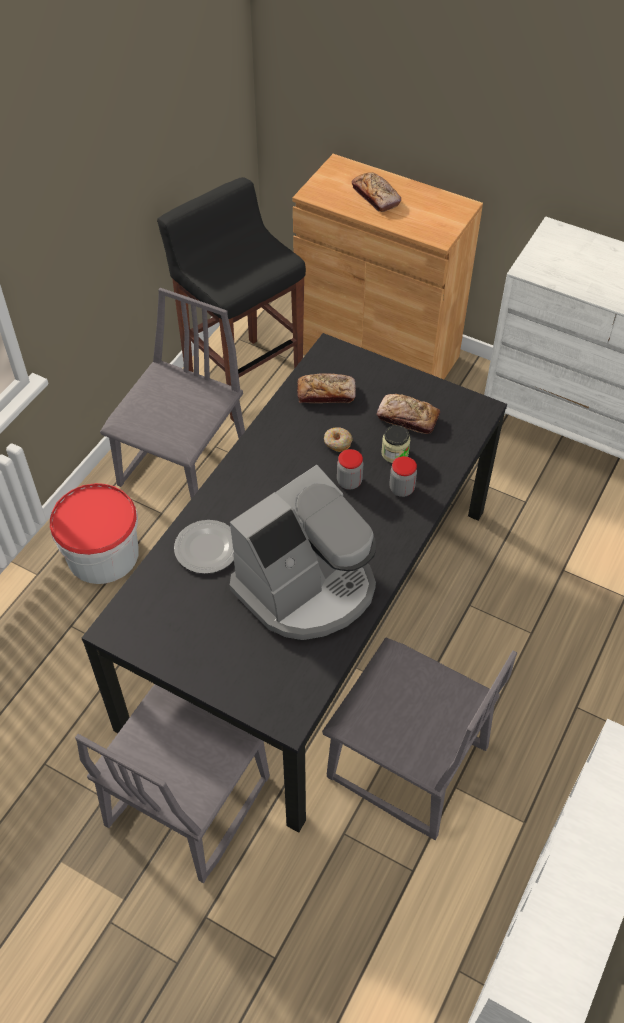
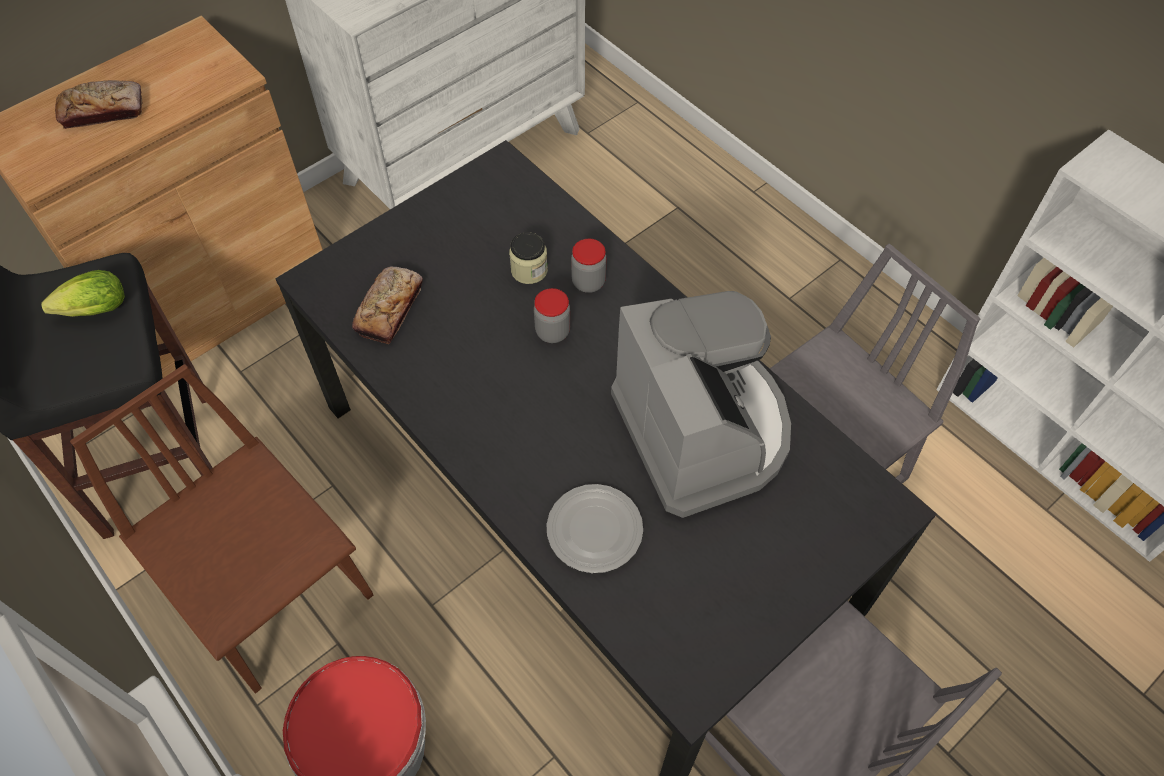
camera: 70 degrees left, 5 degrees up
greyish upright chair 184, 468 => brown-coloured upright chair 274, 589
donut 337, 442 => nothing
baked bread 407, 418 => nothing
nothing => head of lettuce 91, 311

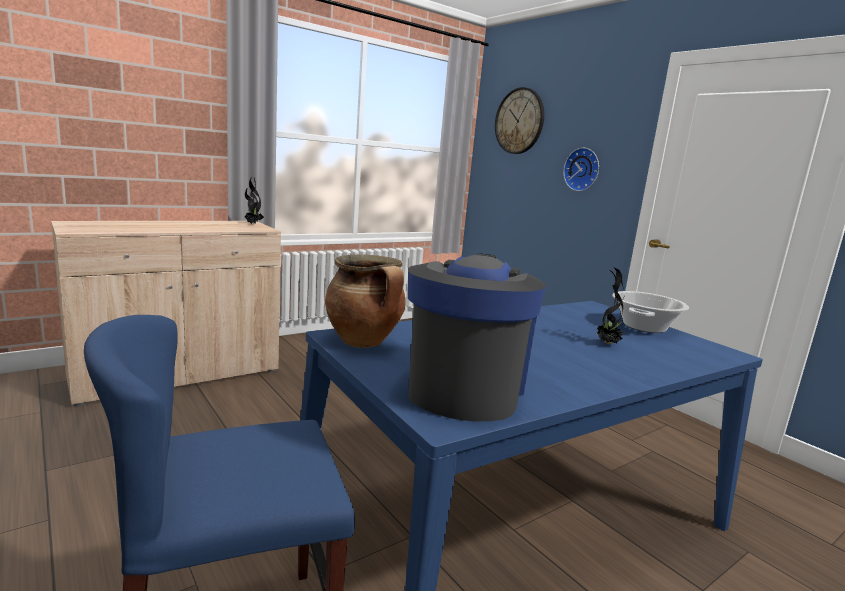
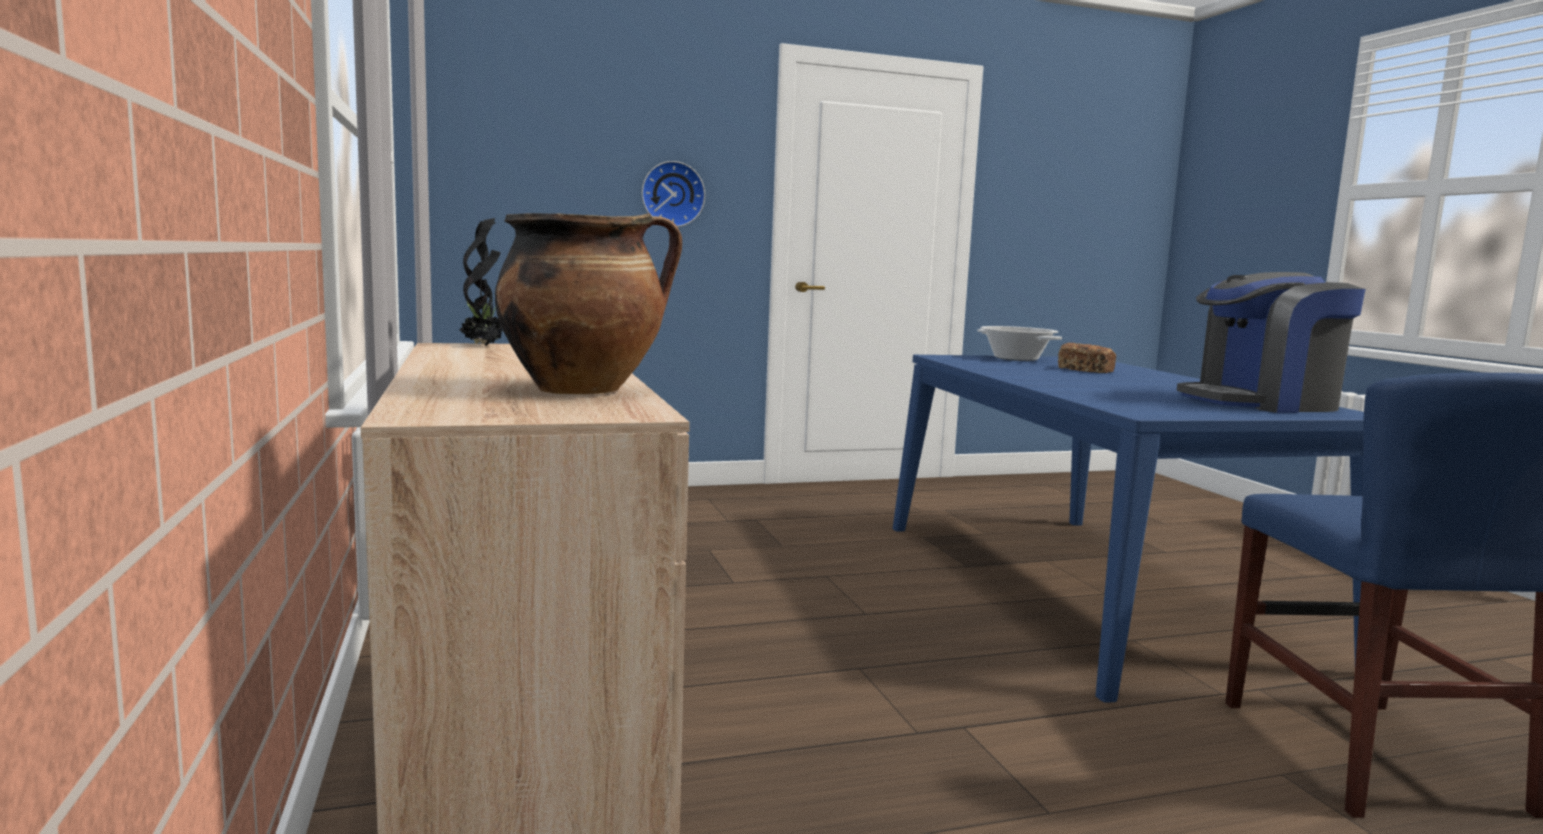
camera: 70 degrees left, 5 degrees down
saucepot 365, 342 => saucepot 585, 389, move
coffee brewer 465, 387 => coffee brewer 1261, 403, 45 degrees counterclockwise
wall clock 519, 121 => nothing
potted plant 606, 343 => baked bread 1085, 370

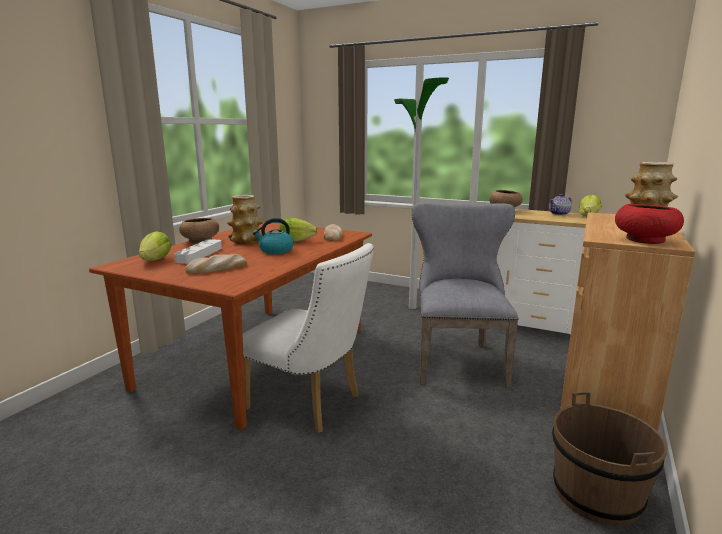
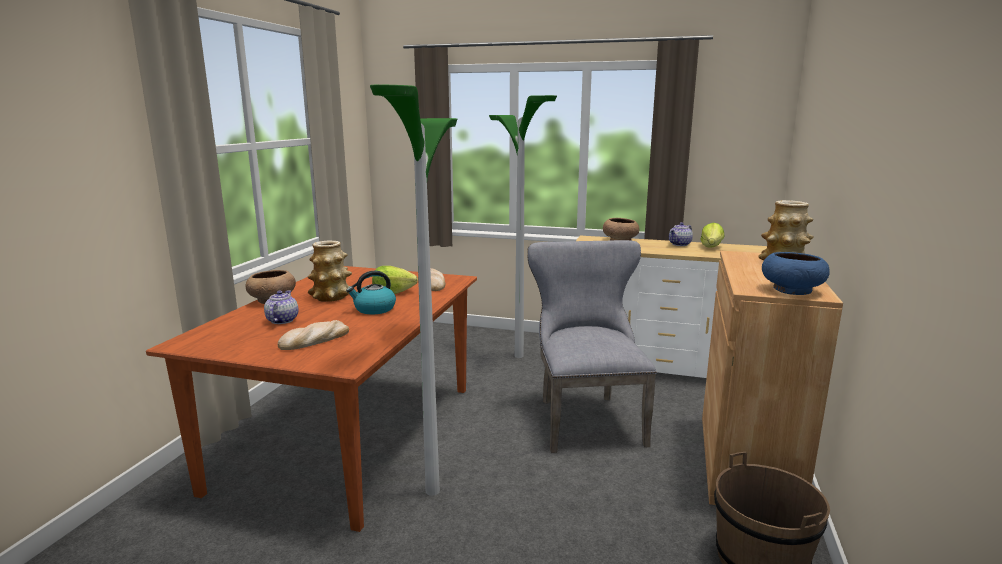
camera: 10 degrees left, 0 degrees up
head of lettuce 155, 260 => nothing
white carrying tray 199, 254 => tea pot 282, 320
white upright chair 310, 405 => standard lamp 433, 491
red bowl 644, 240 => blue-coloured bowl 791, 290

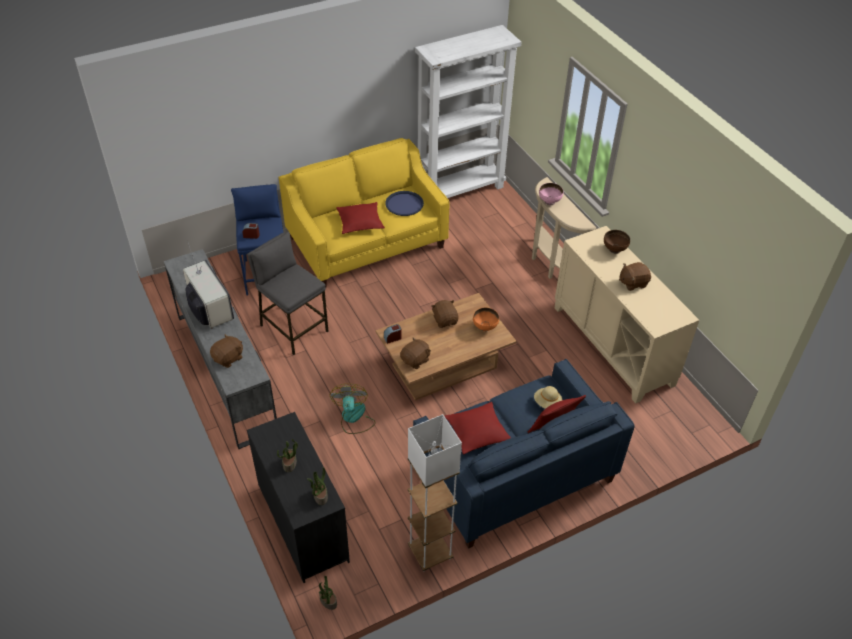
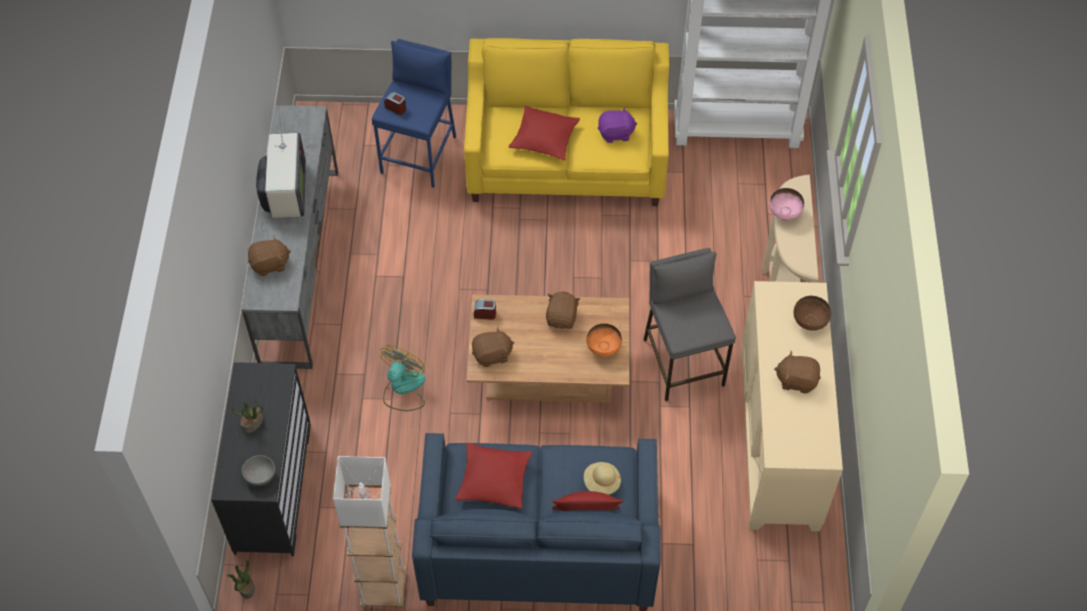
camera: 30 degrees right, 10 degrees up
greyish stool 293, 328 => greyish stool 683, 362, move
potted plant 320, 496 => greyish bowl 260, 475
blue-coloured carrying tray 404, 204 => purplish cuddly toy 616, 133

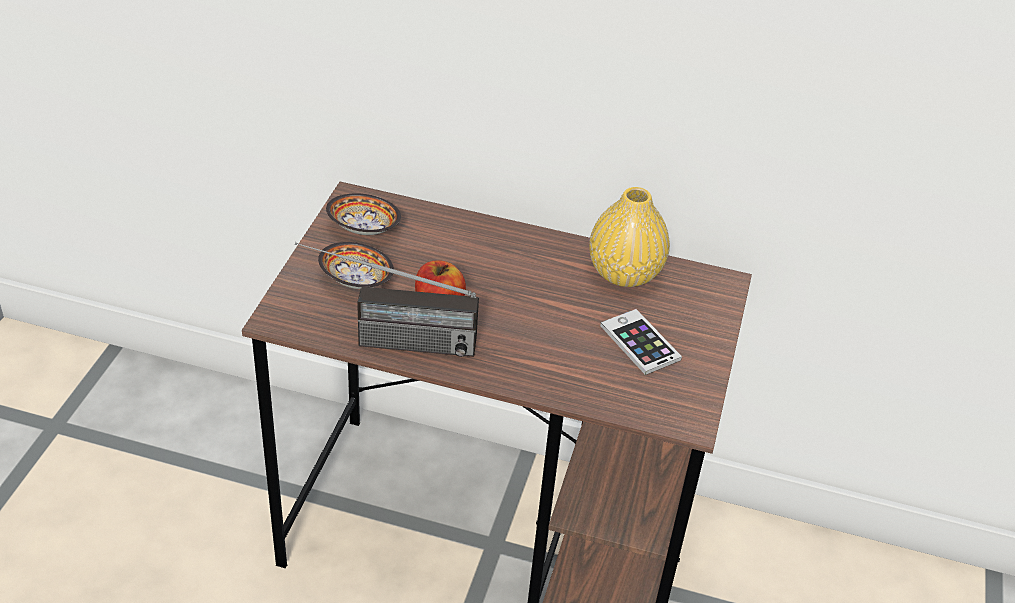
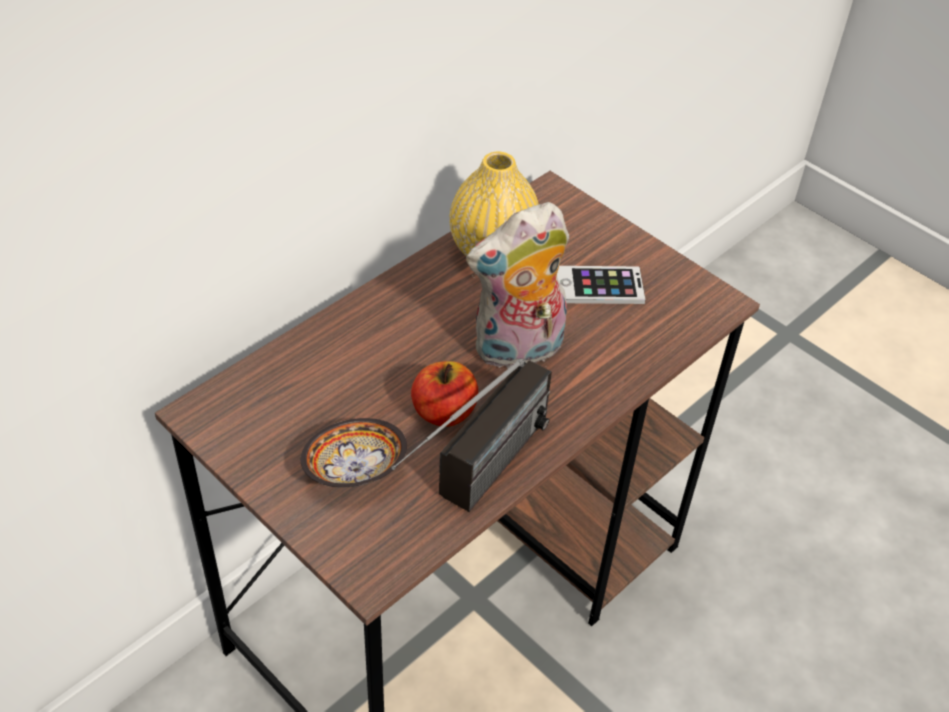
camera: 60 degrees left, 5 degrees up
bowl 363, 229 => nothing
nothing => cuddly toy 518, 351

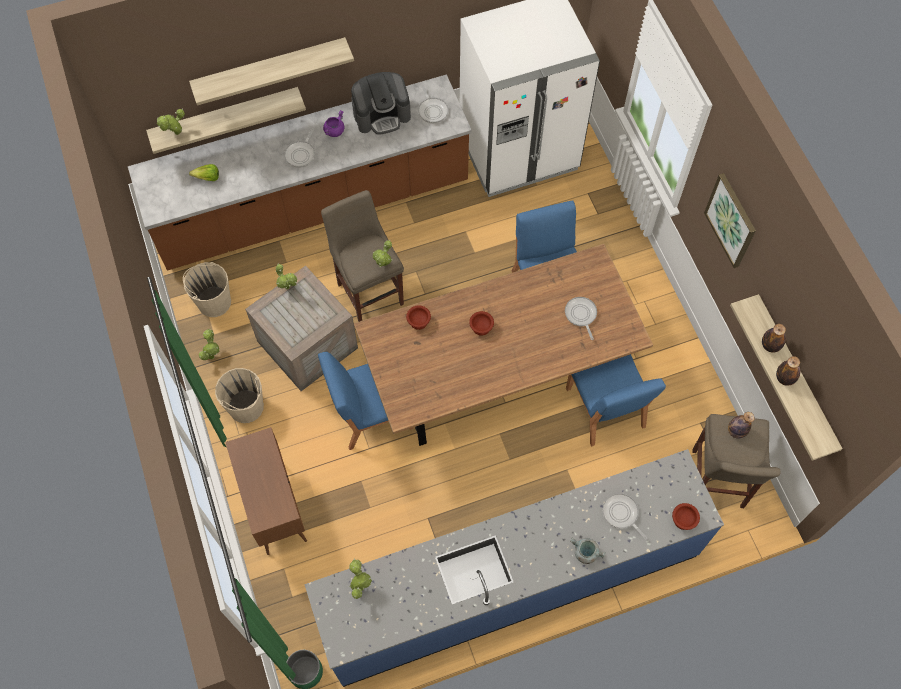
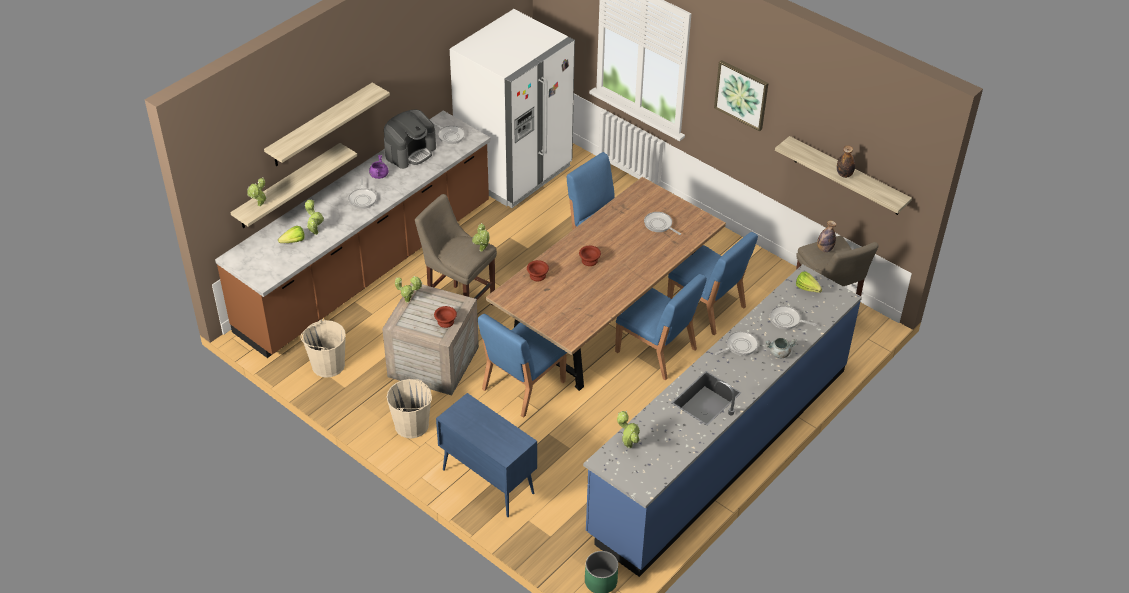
camera: 30 degrees left, 20 degrees down
potted plant 212, 355 => potted plant 315, 232, move
brown-coloured cabinet 274, 505 => blue-coloured cabinet 487, 481
brown-coloured bowl 684, 520 => brown-coloured bowl 446, 321, move
beverage bottle 770, 346 => nothing
nothing => blue-coloured upright chair 656, 351
nothing => frying pan 739, 346
nothing => head of lettuce 808, 290

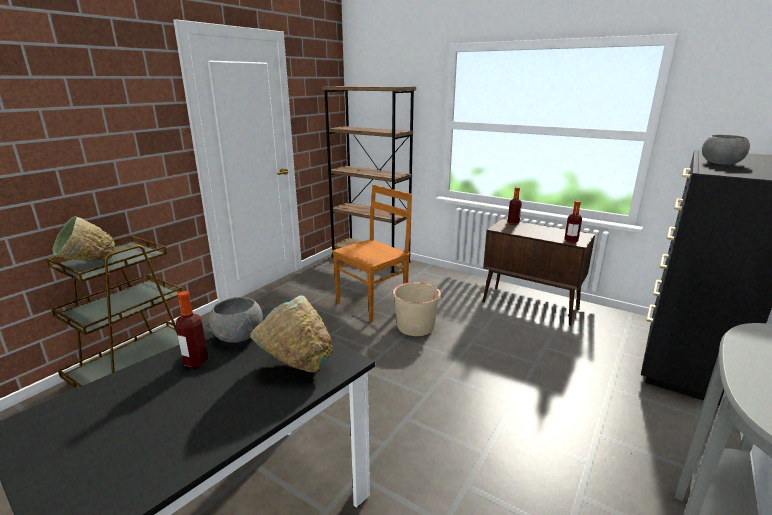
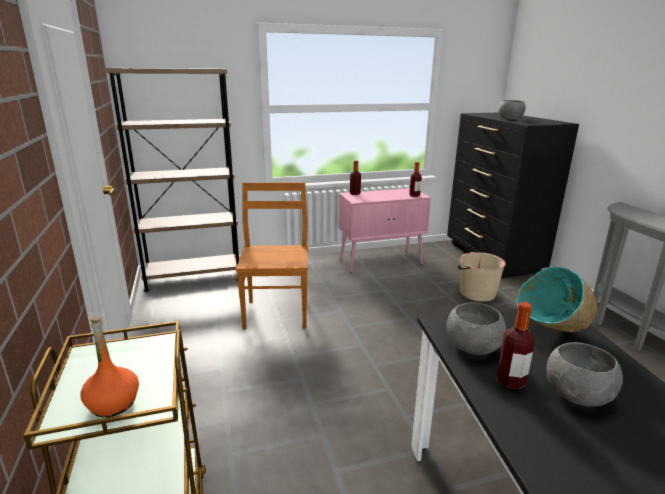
camera: 50 degrees left, 0 degrees up
greenish bowl 87, 266 => orangey beverage bottle 114, 404
beige bucket 415, 326 => beige bucket 476, 293, move
brown-coloured cabinet 531, 306 => pinkish cabinet 381, 261
nothing => greyish bowl 578, 394

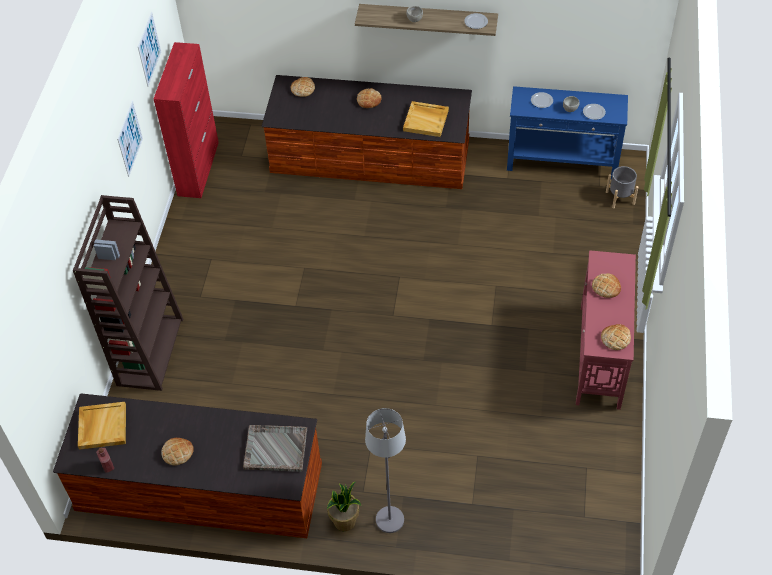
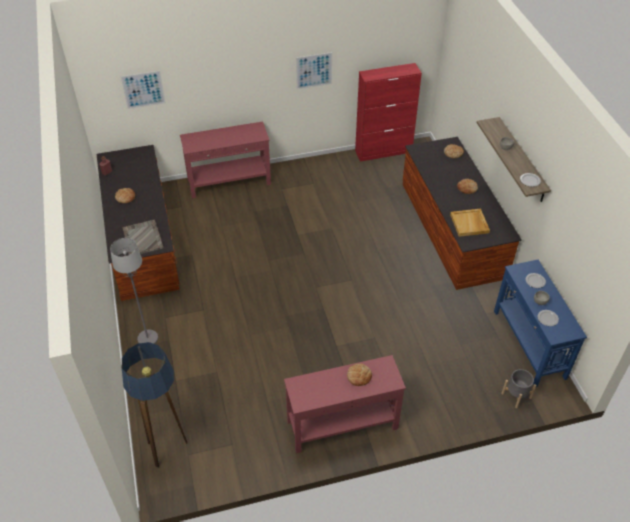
camera: 65 degrees right, 5 degrees down
brown-coloured shelving unit 149, 351 => red hall table 229, 182
beige carrying tray 102, 426 => nothing
wall art 149, 49 => wall art 143, 89, move
potted plant 345, 521 => nothing
baked bread 615, 338 => nothing
nothing => standard lamp 168, 448

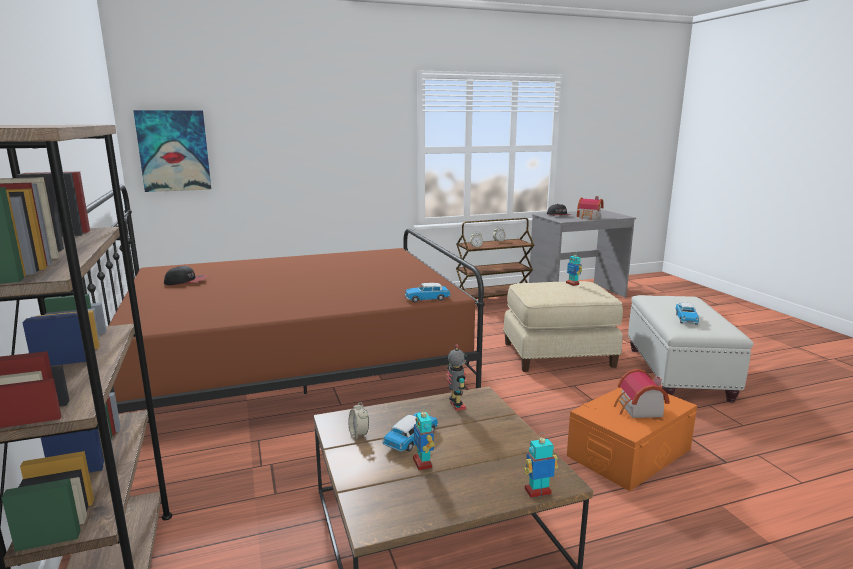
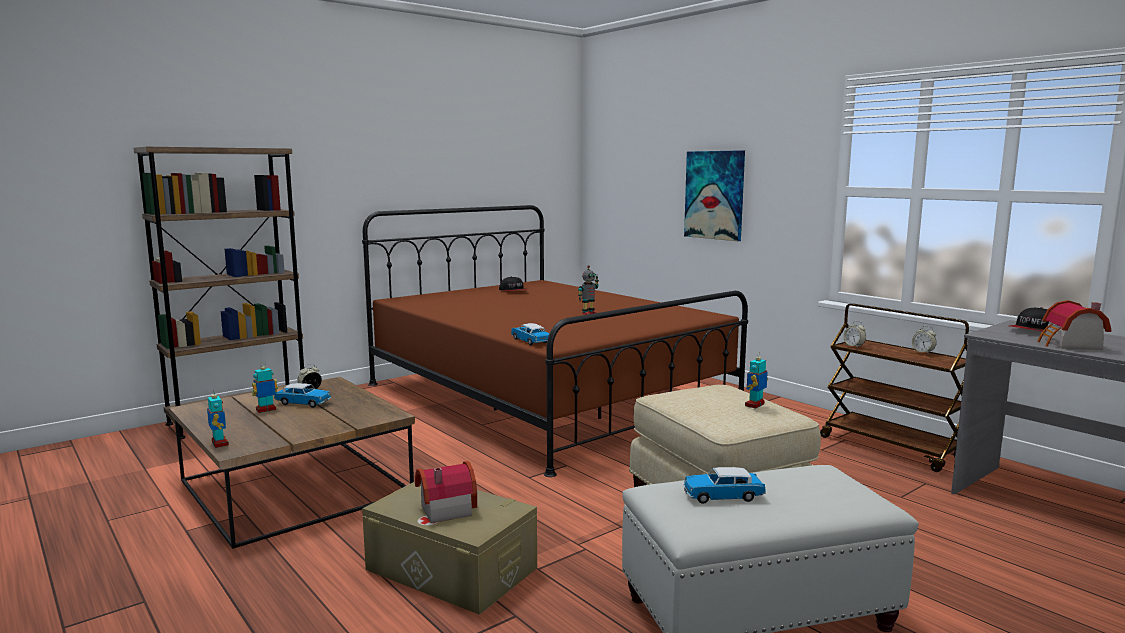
camera: 70 degrees right, 5 degrees down
wall art 174, 151 => wall art 714, 195, move
model robot 456, 406 => model robot 588, 313, move
orangey storage container 629, 452 => beige storage container 451, 569

